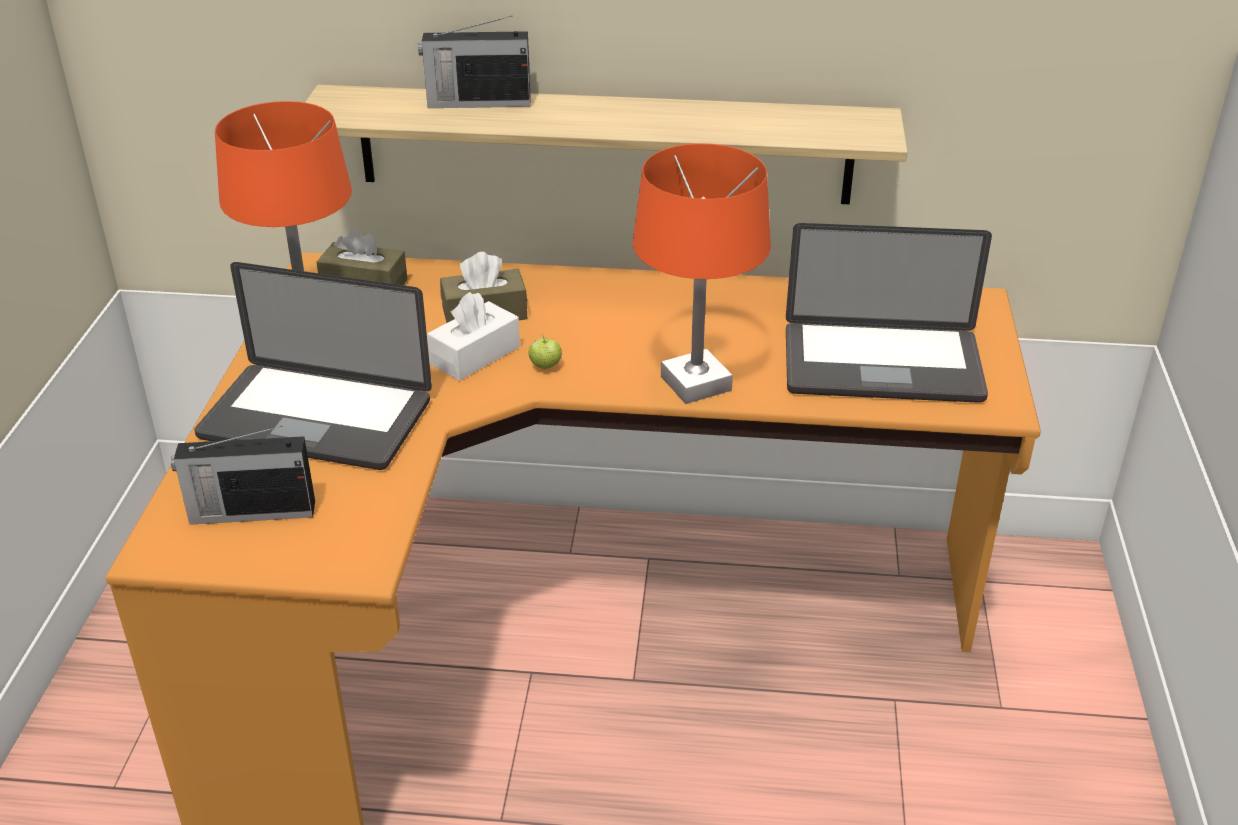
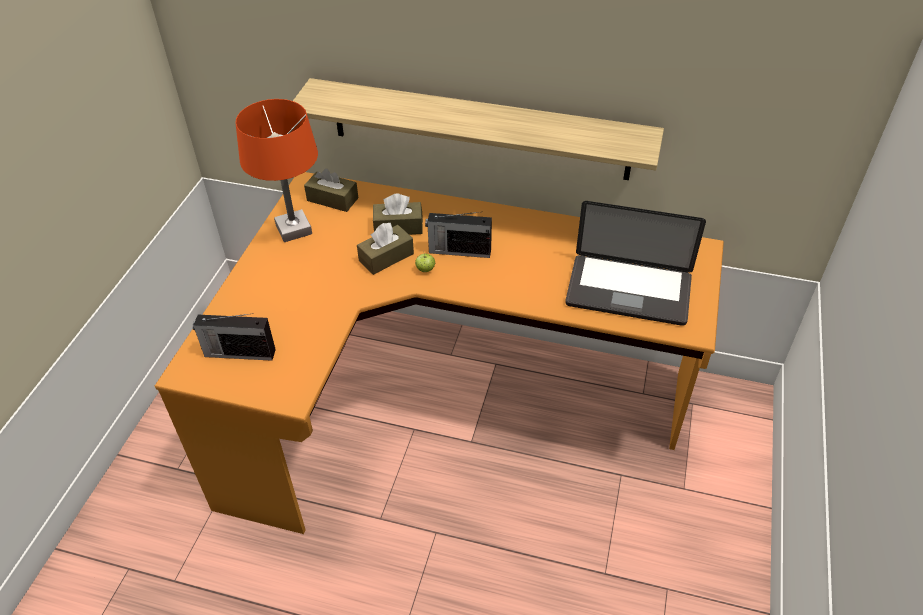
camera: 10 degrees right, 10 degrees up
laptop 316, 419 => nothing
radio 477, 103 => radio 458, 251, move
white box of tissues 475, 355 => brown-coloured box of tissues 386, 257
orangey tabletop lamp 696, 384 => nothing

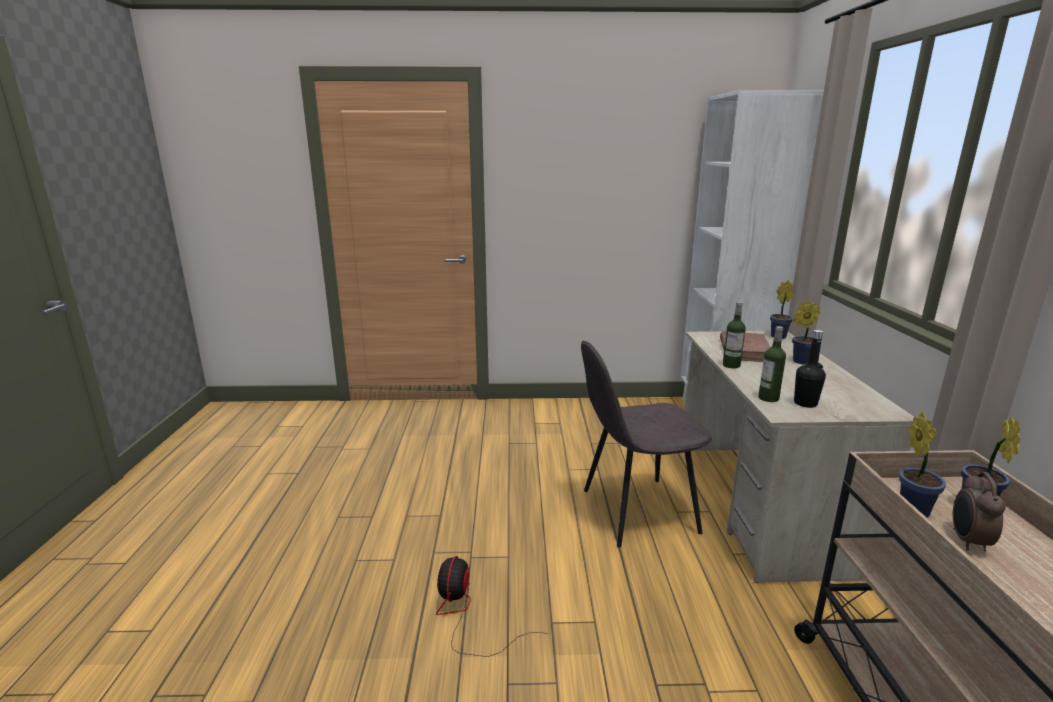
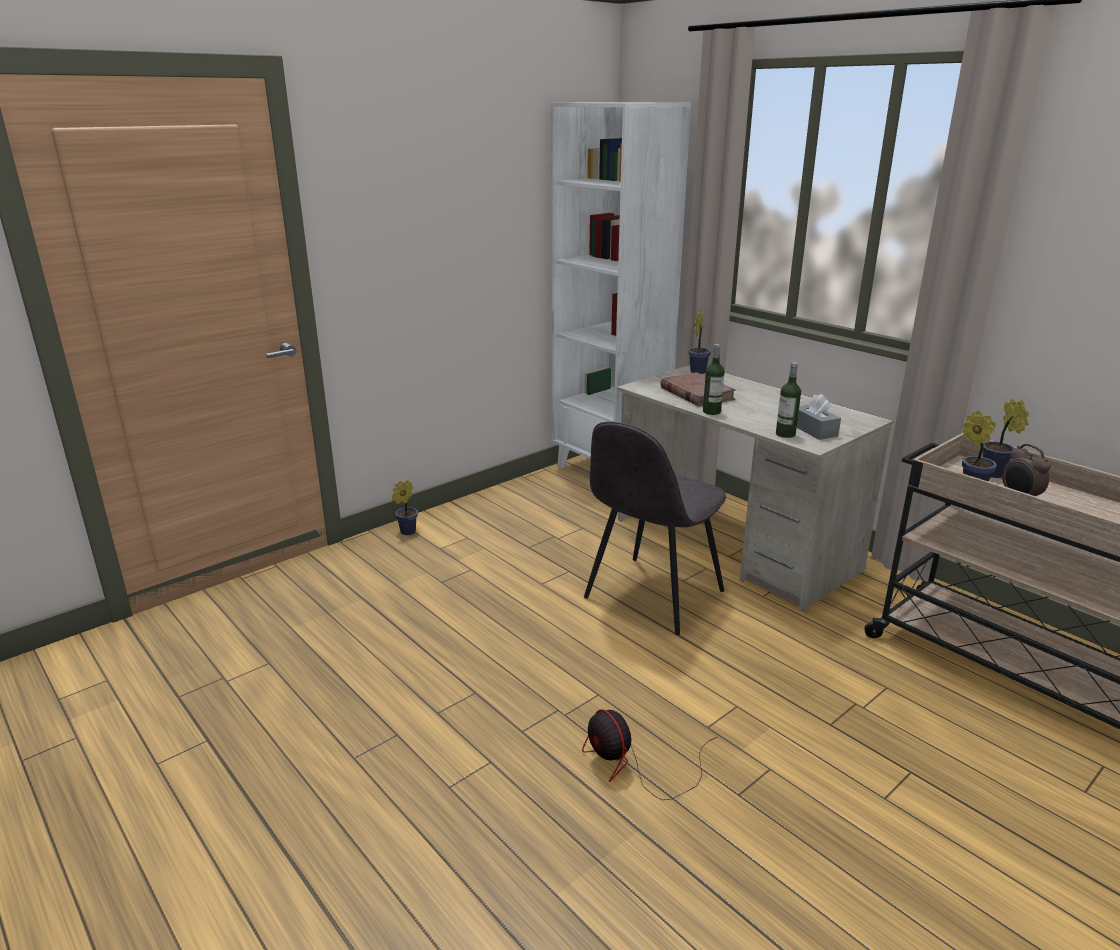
camera: 40 degrees left, 5 degrees up
potted plant 799, 361 => potted plant 406, 532, move
black-coloured beverage bottle 805, 403 => greyish box of tissues 814, 430

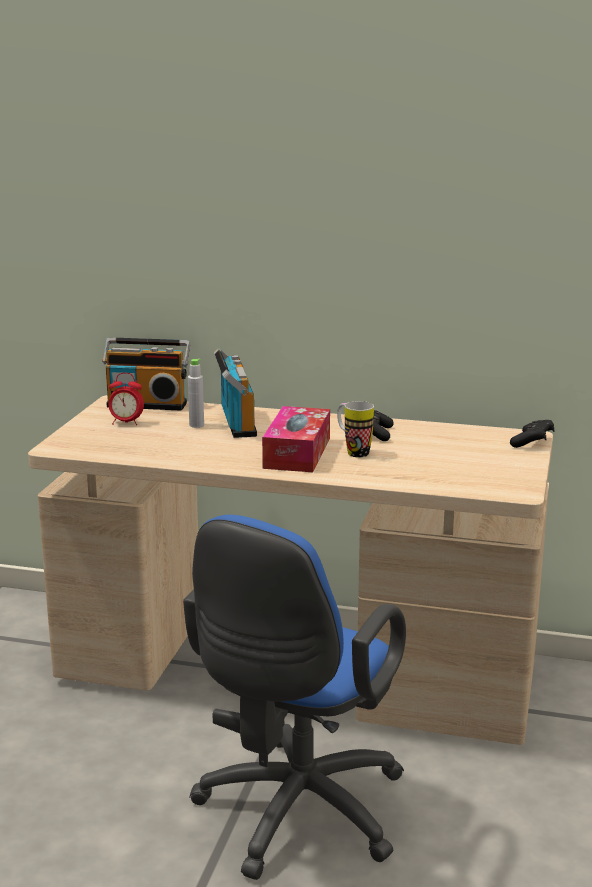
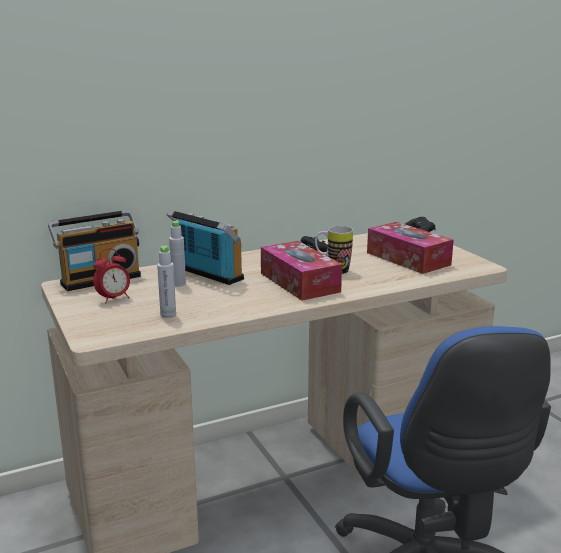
camera: 40 degrees left, 0 degrees up
nothing => greyish beverage bottle 168, 315
nothing => box of tissues 408, 259

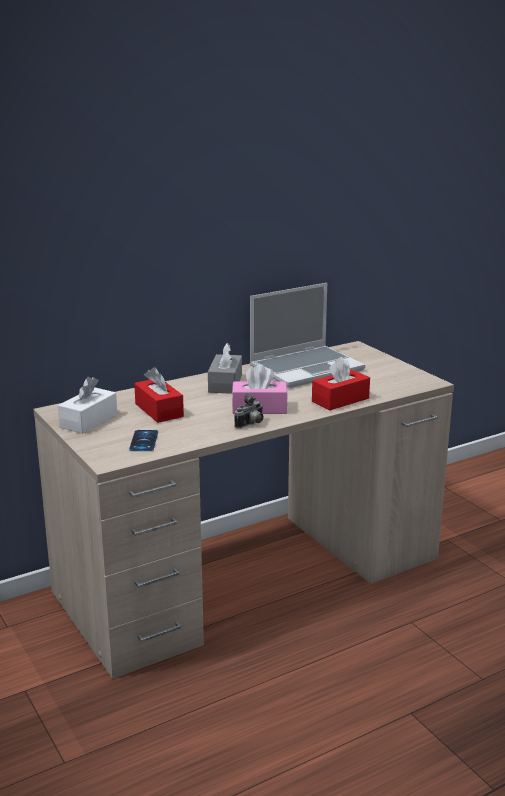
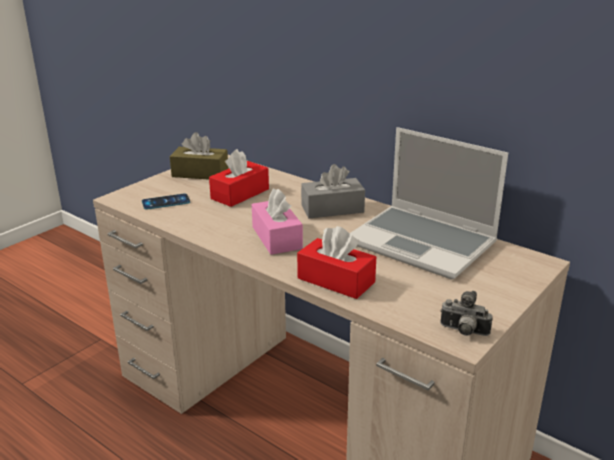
camera: 70 degrees right, 5 degrees up
white box of tissues 89, 421 => brown-coloured box of tissues 200, 173
photo camera 251, 425 => photo camera 463, 332, move

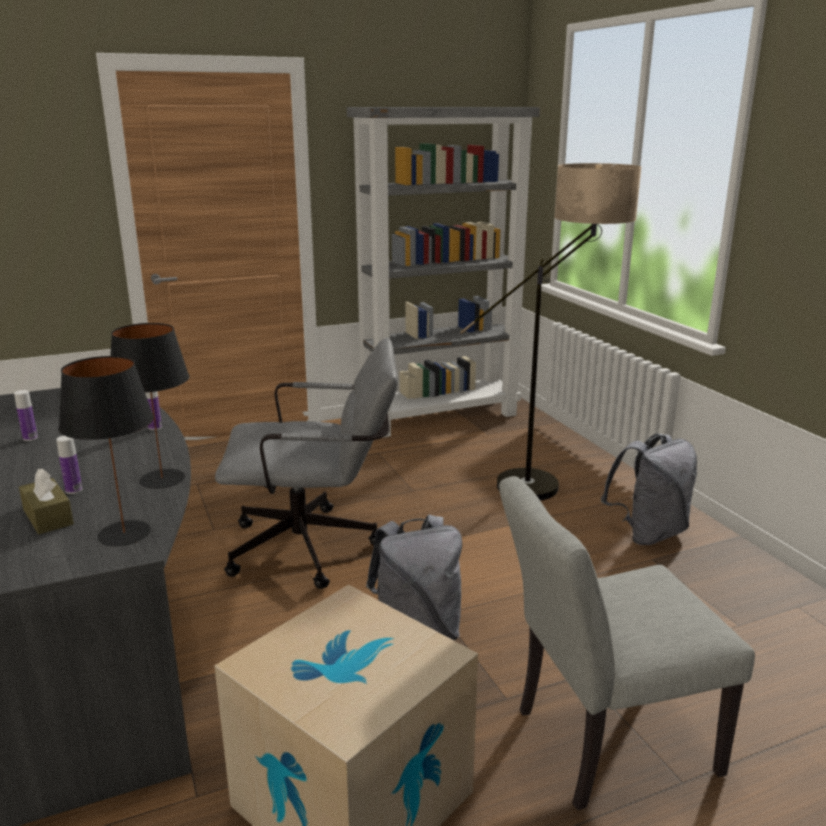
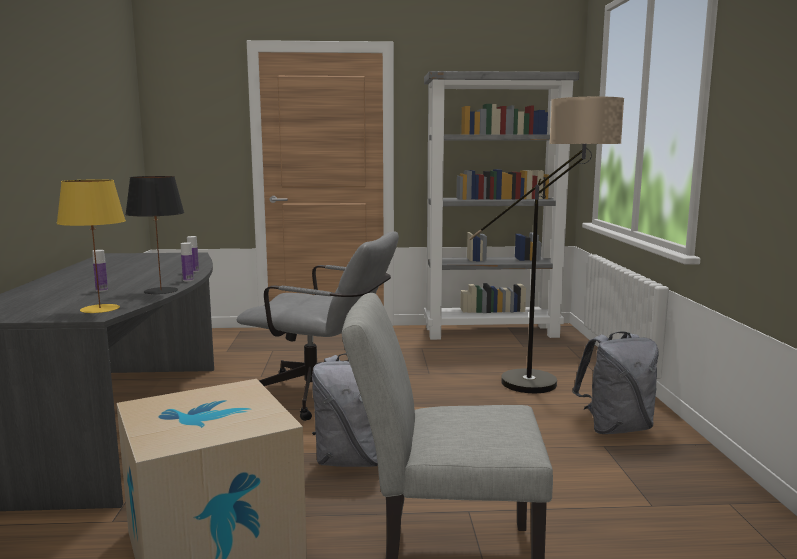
camera: 20 degrees right, 10 degrees down
beverage bottle 30, 438 => beverage bottle 188, 280, move
brown-coloured box of tissues 48, 517 => nothing
black-coloured tabletop lamp 124, 533 => yellowish tabletop lamp 100, 308

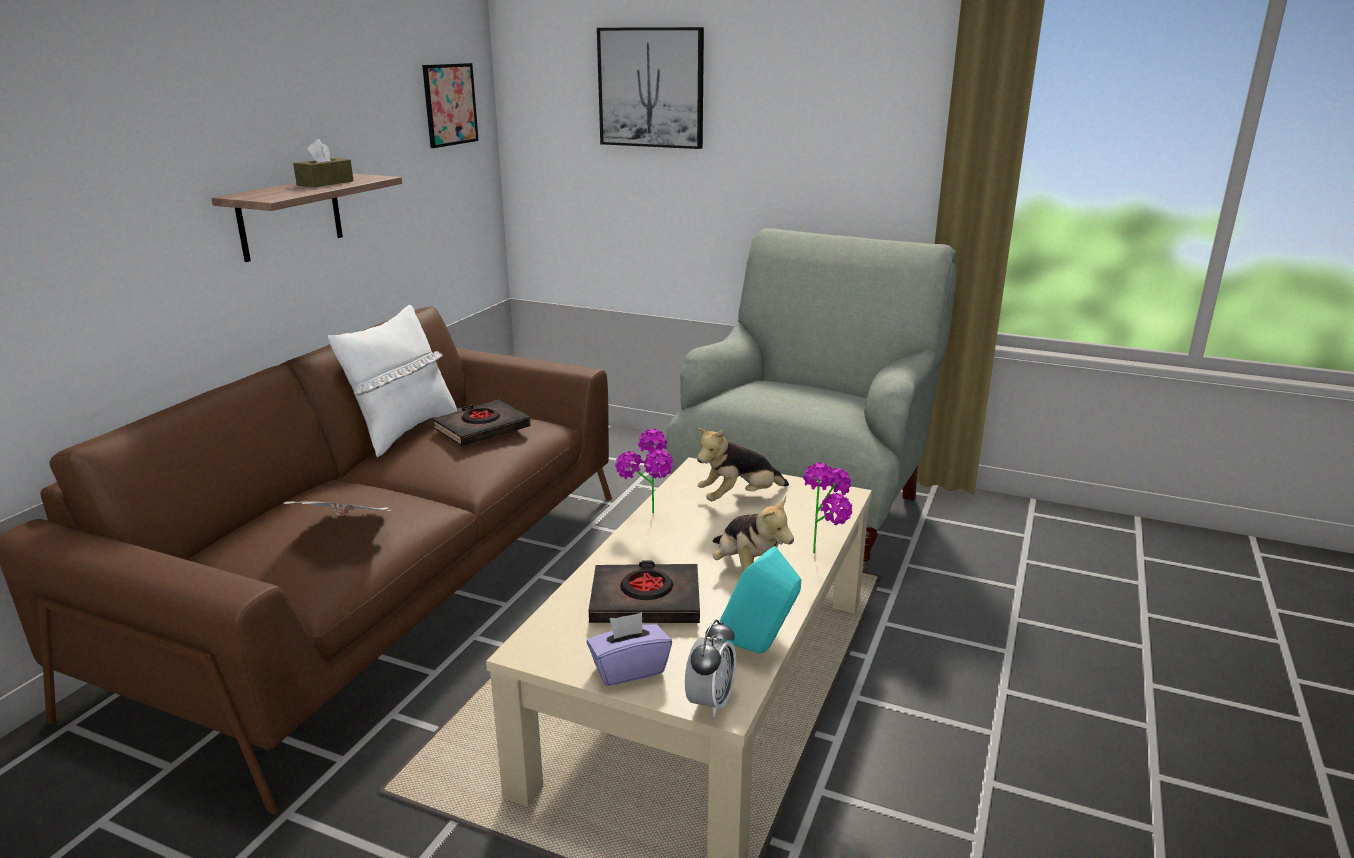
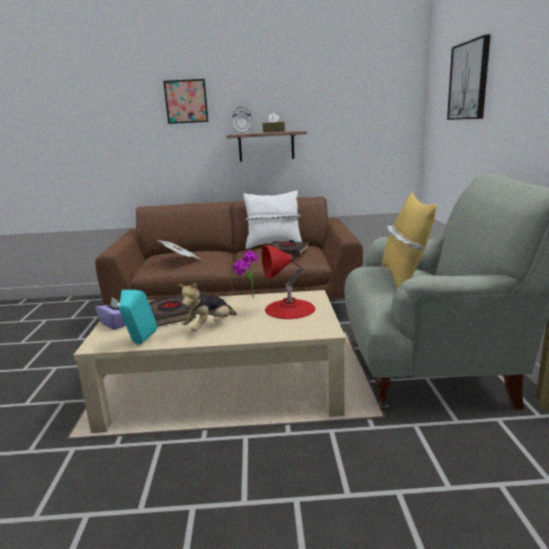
camera: 65 degrees right, 5 degrees down
wall art 450, 104 => wall art 186, 101, move
alarm clock 710, 702 => alarm clock 242, 133, move
cuddly toy 739, 498 => red tabletop lamp 289, 309
potted plant 826, 552 => nothing
nothing => yellowish cushion 404, 277

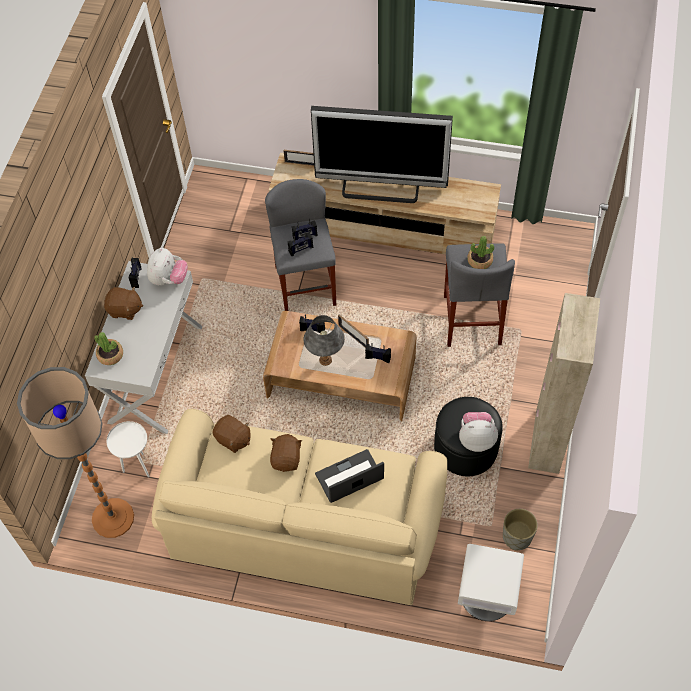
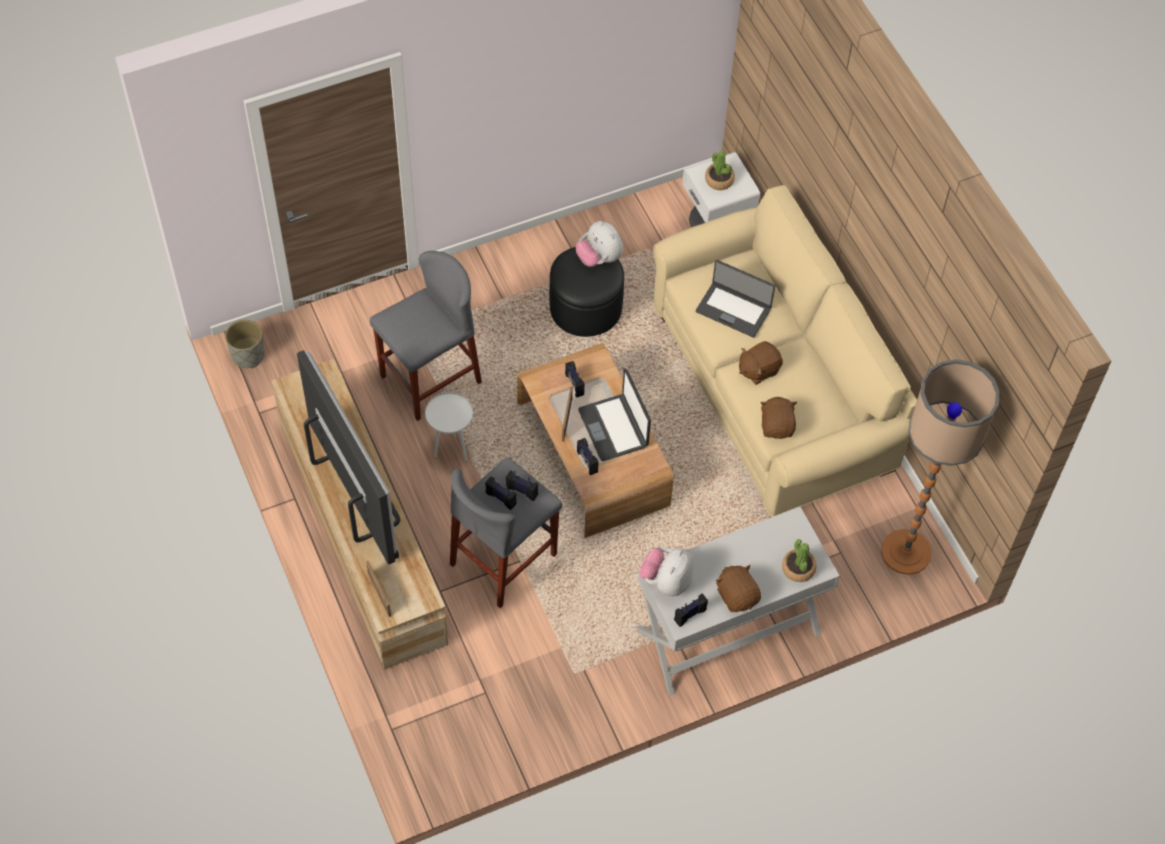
camera: 130 degrees left, 0 degrees up
white accent table 138, 467 => white accent table 451, 451, move
cuddly toy 168, 279 => cuddly toy 666, 581, 45 degrees counterclockwise
greyish tabletop lamp 325, 360 => laptop 614, 428
potted plant 479, 261 => potted plant 719, 180, move
greyish planter 517, 537 => greyish planter 248, 355, move
beige cabinet 547, 441 => nothing

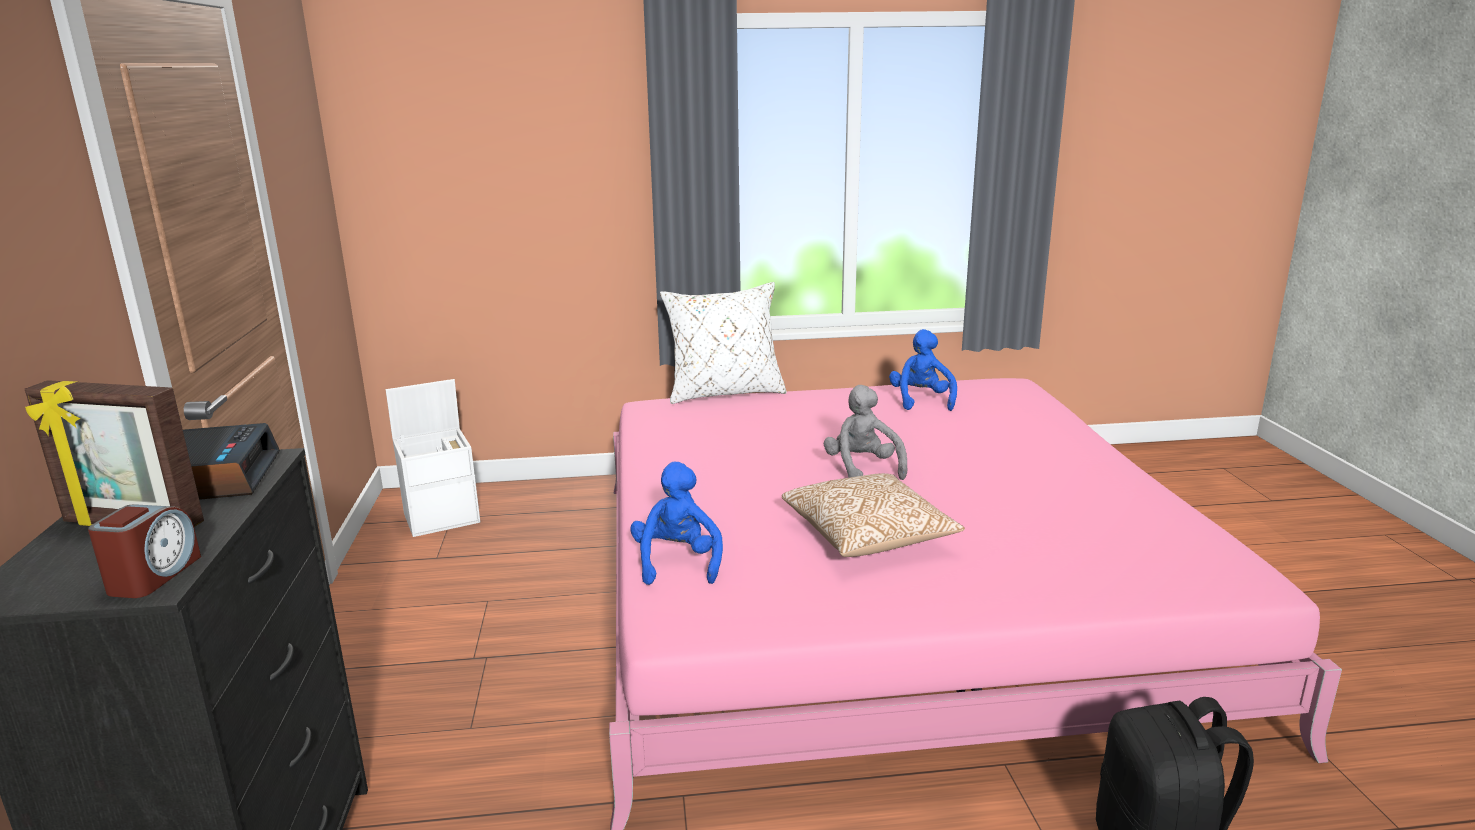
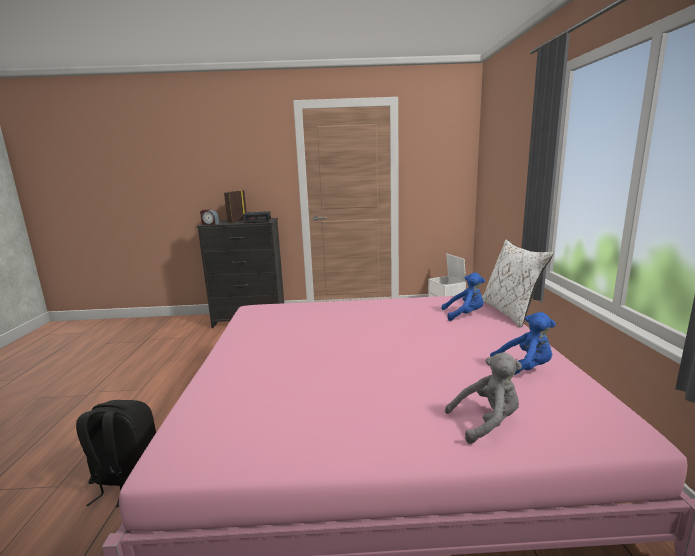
camera: 95 degrees right, 5 degrees down
blue-coloured cuddly toy 677, 562 => blue-coloured cuddly toy 465, 315, move
cushion 868, 536 => nothing
greyish cuddly toy 862, 469 => greyish cuddly toy 486, 422, move

